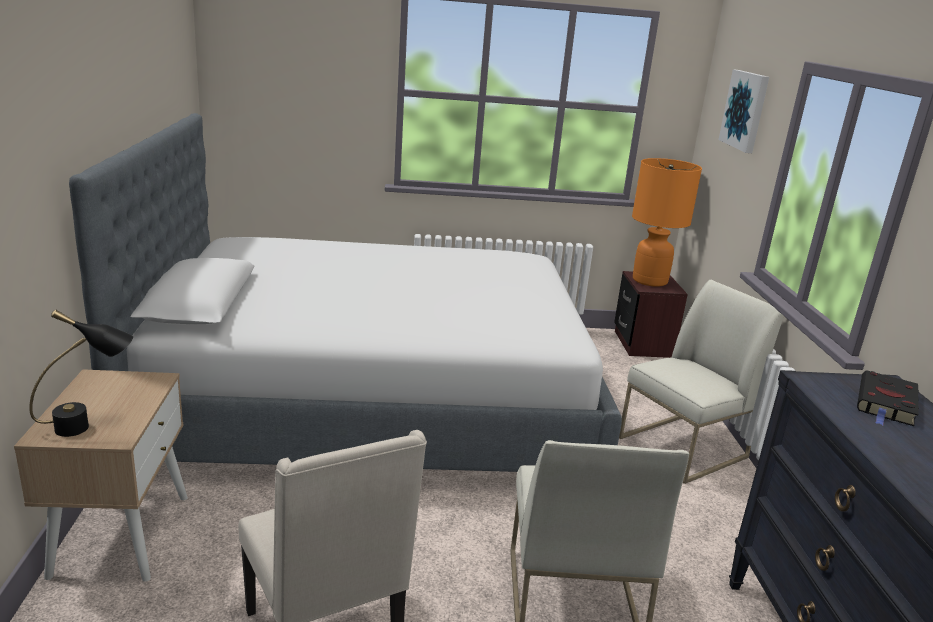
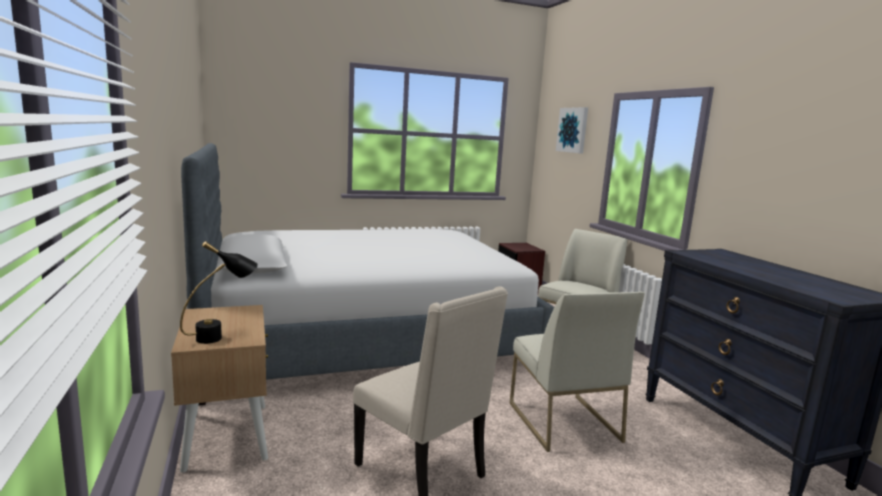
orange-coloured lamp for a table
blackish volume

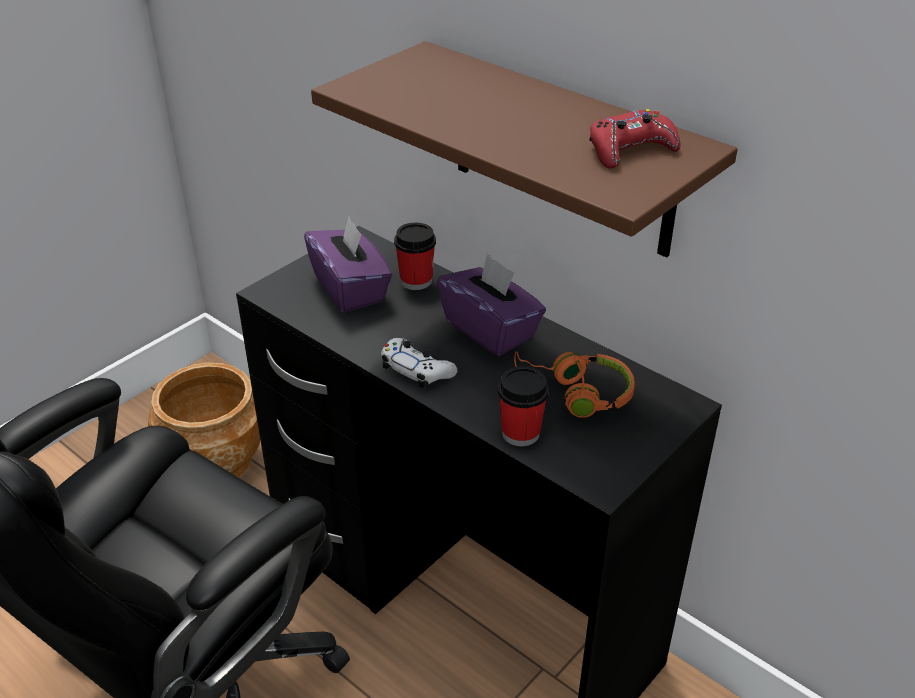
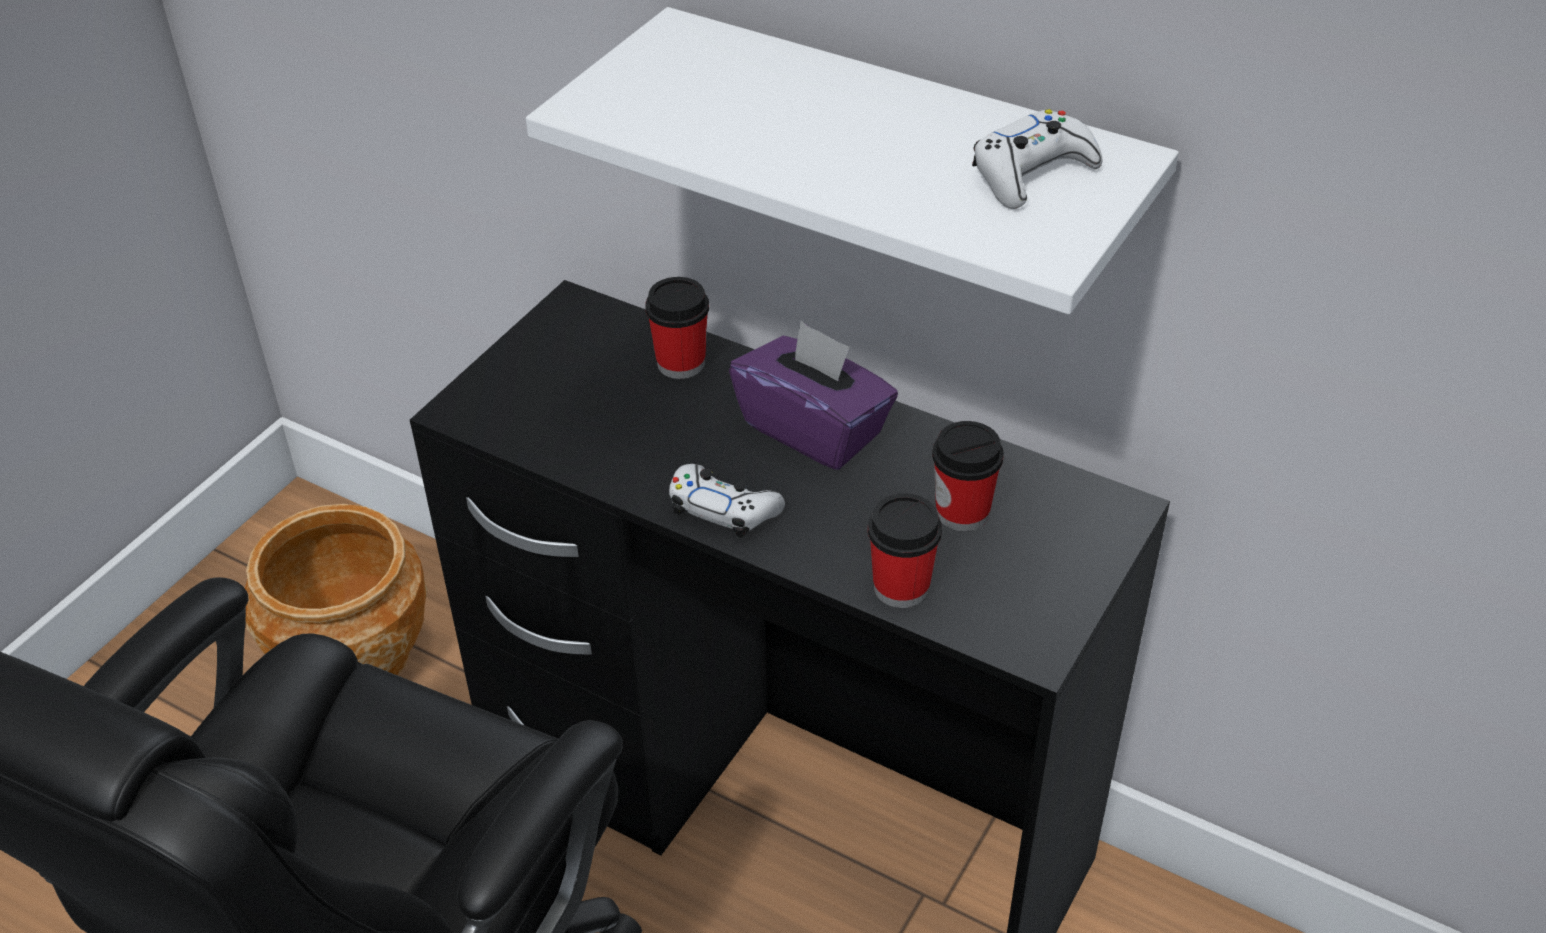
purplish tissue box (1st from left in the first image)
whitish shelf
small cup (3rd from left)
whitish gamepad (2nd from left)

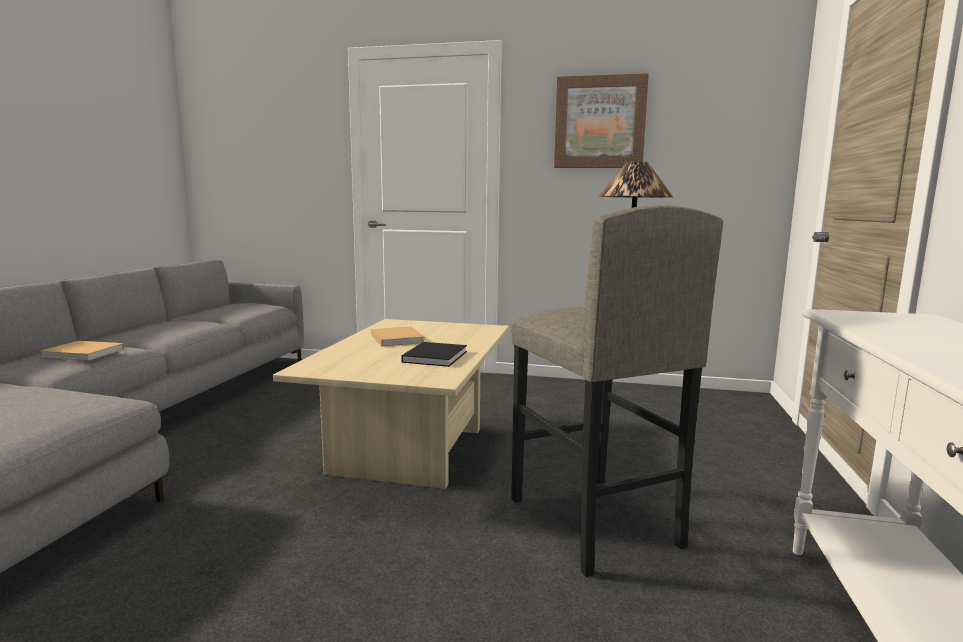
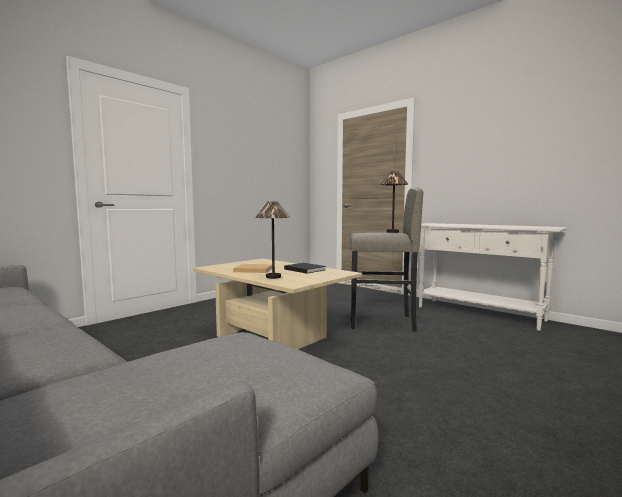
sand-coloured volume (1st from left in the first image)
wall art
lamp for a table (1st from left)

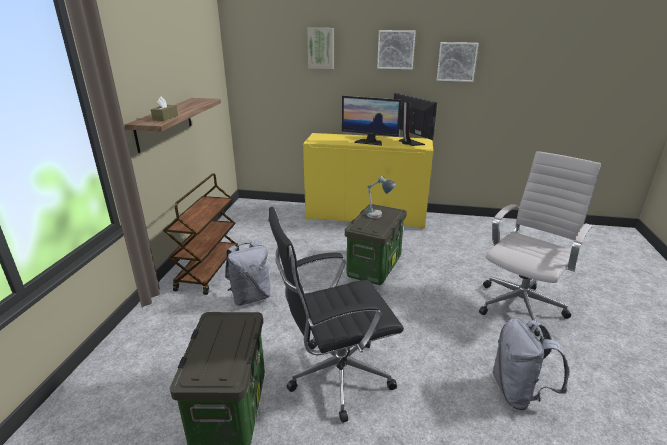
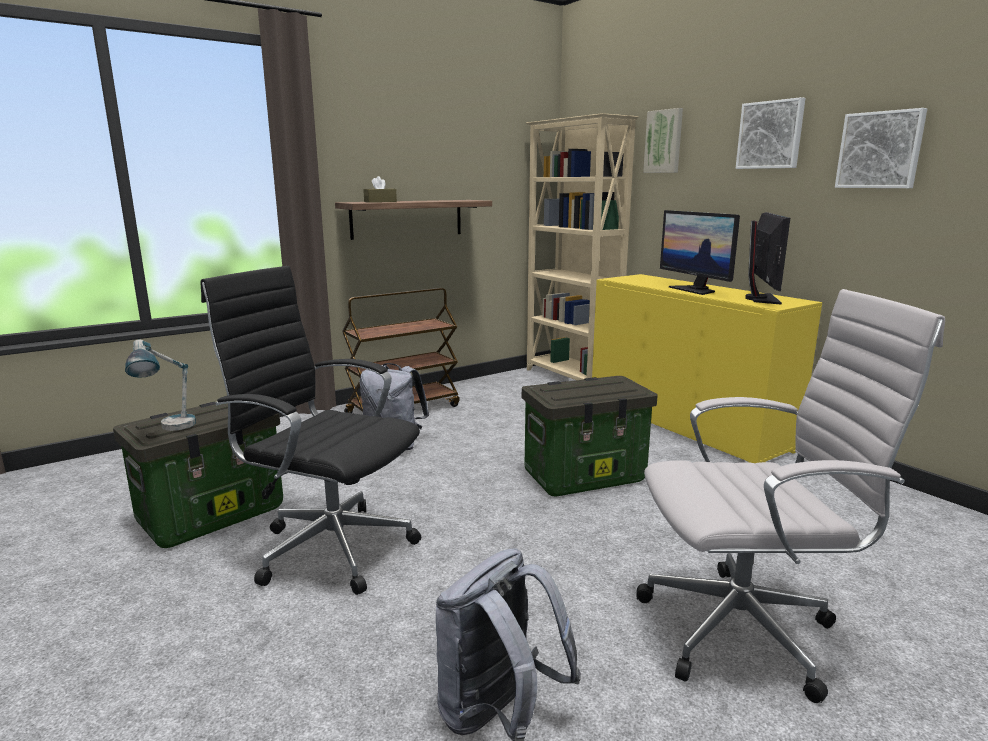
lamp for a table
sand-coloured bookshelf

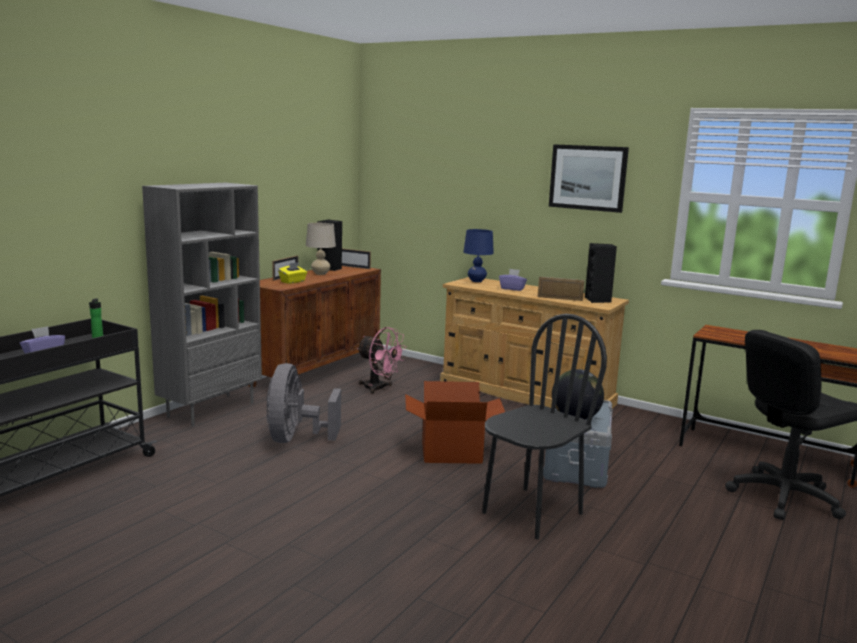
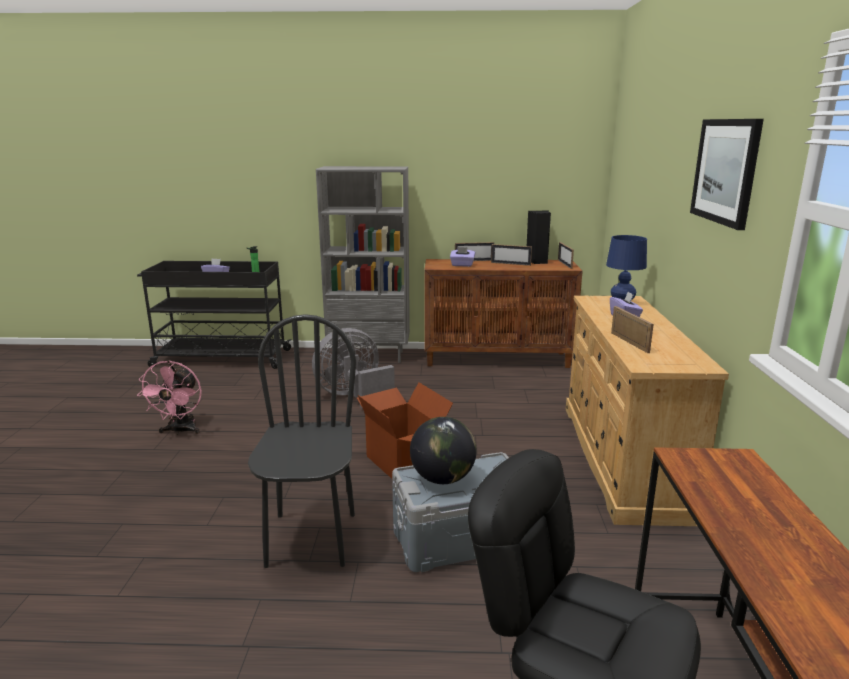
purplish tissue box (2nd from left)
photo frame (2nd from left)
pinkish cooling fan
blackish plain chair
blackish audio speaker (2nd from left in the first image)

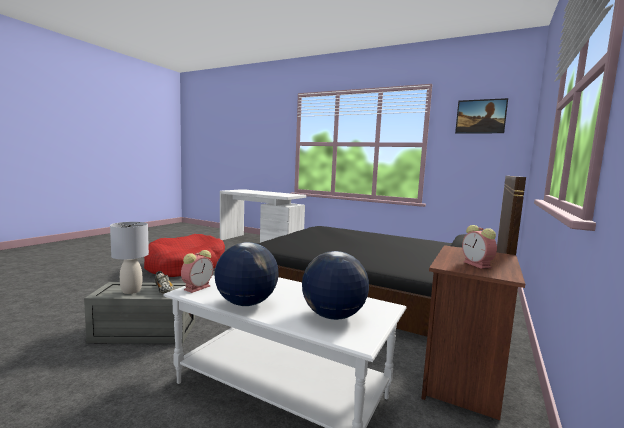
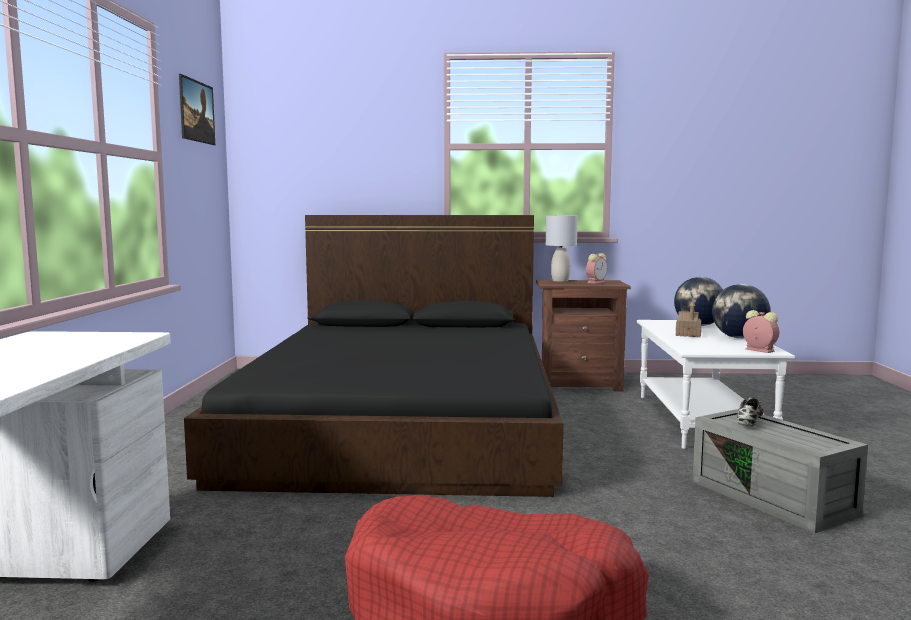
greyish lamp for a table
alarm clock (2nd from left)
model house

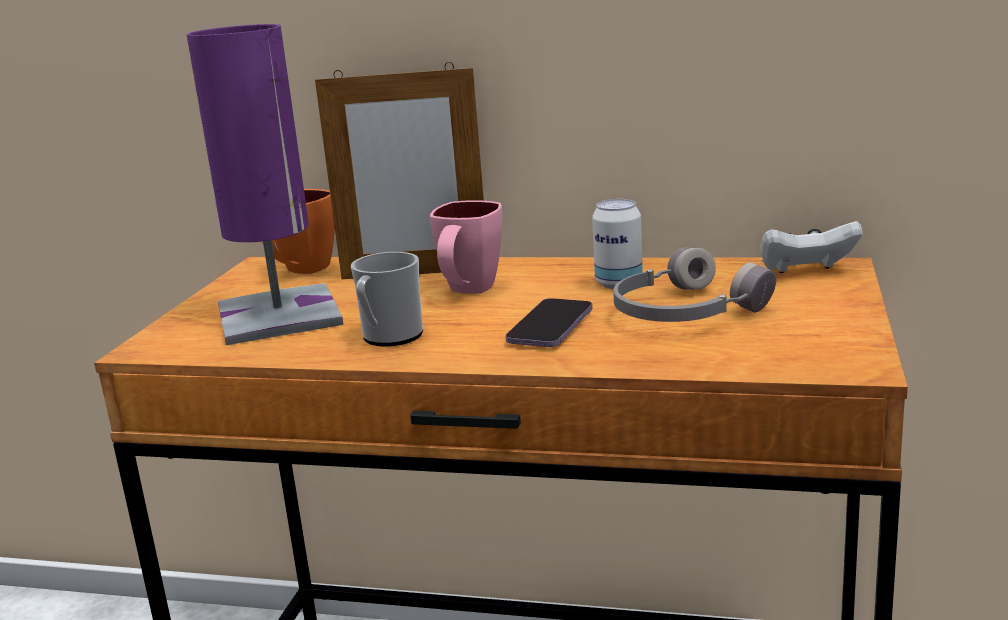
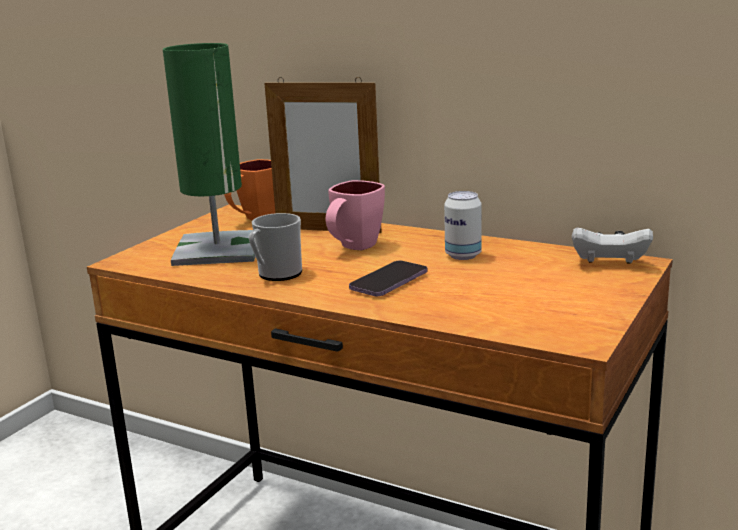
greenish lamp for a table
greyish headphones

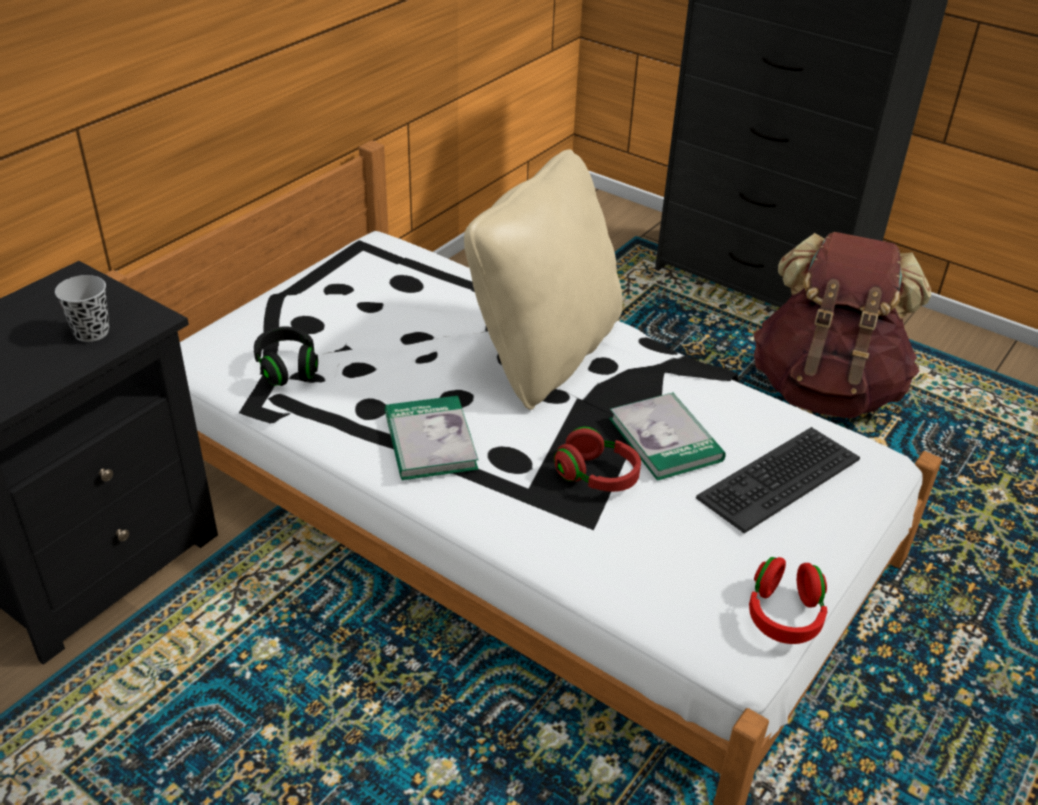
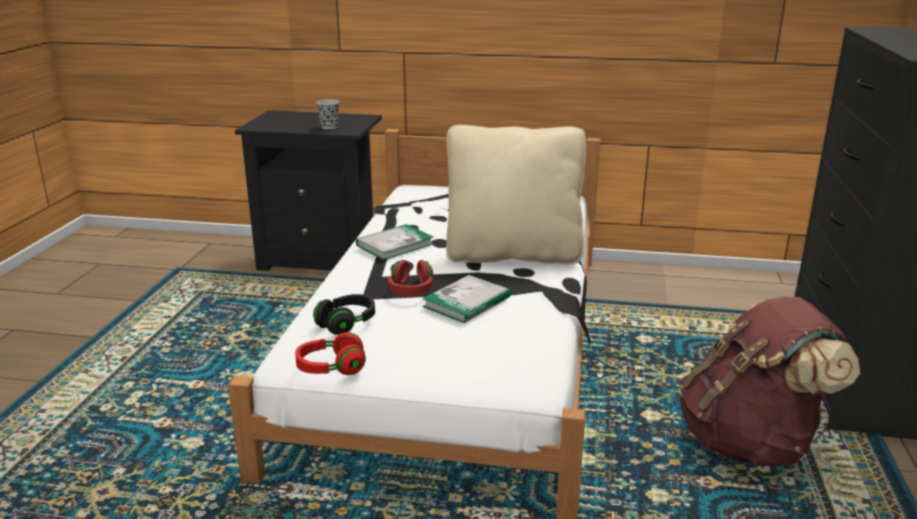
blackish headphones
PC keyboard

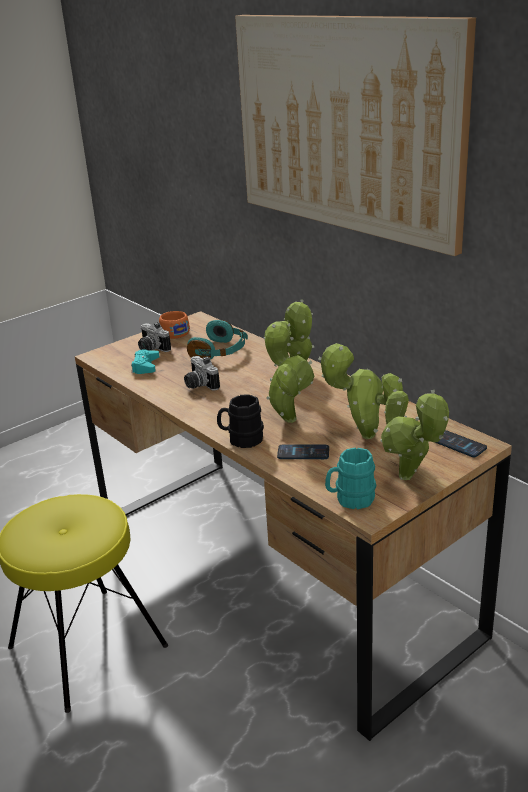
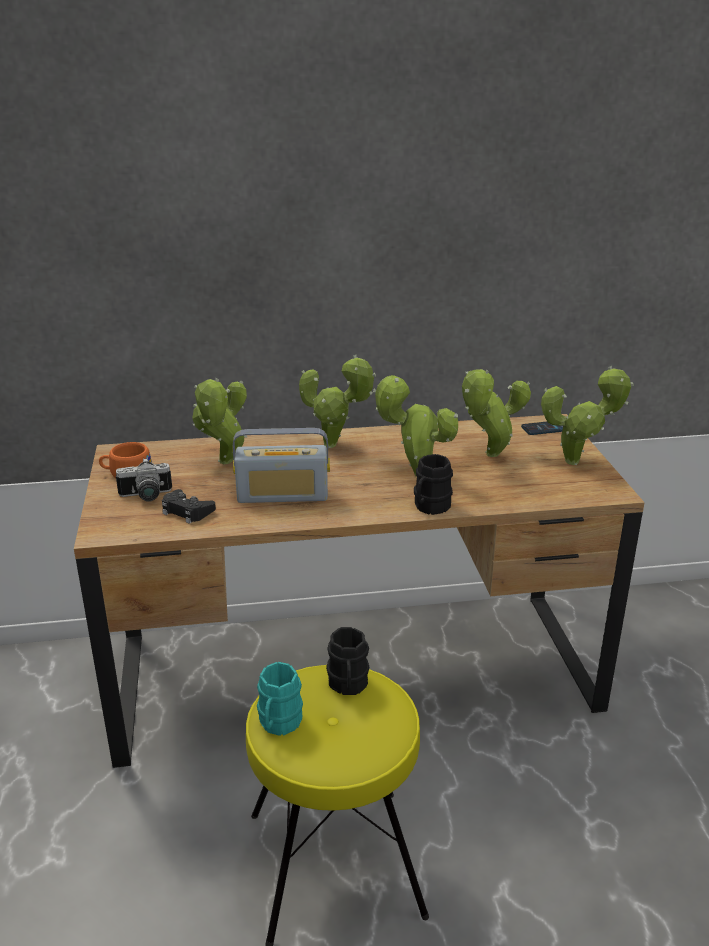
blackish gamepad
radio set
houseplant (1st from left)
wall art
handset (1st from left in the first image)
blue-green mug
blackish mug (1st from left)

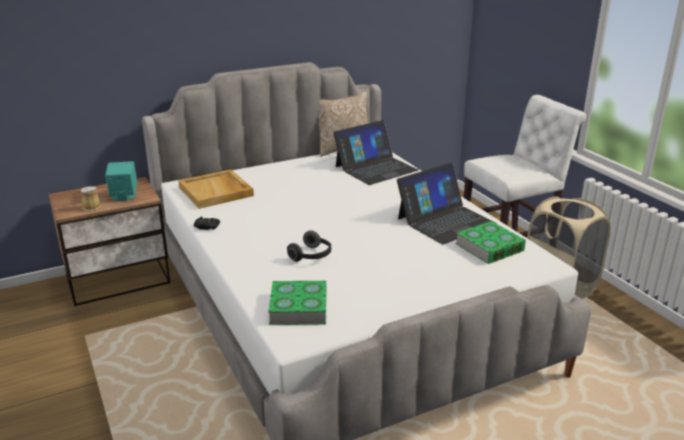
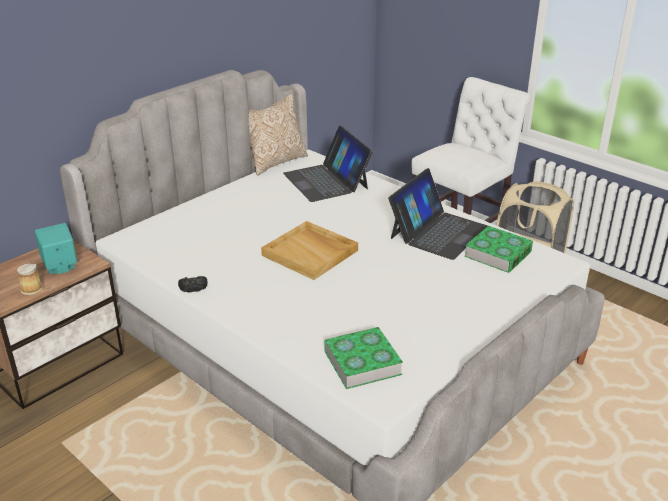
sand-coloured serving tray
headphones
laptop (1st from left)

